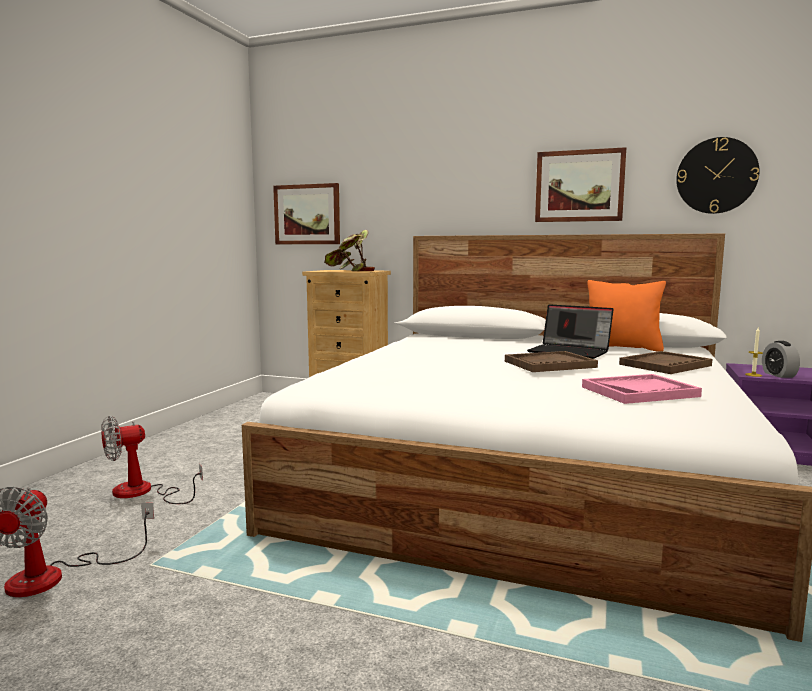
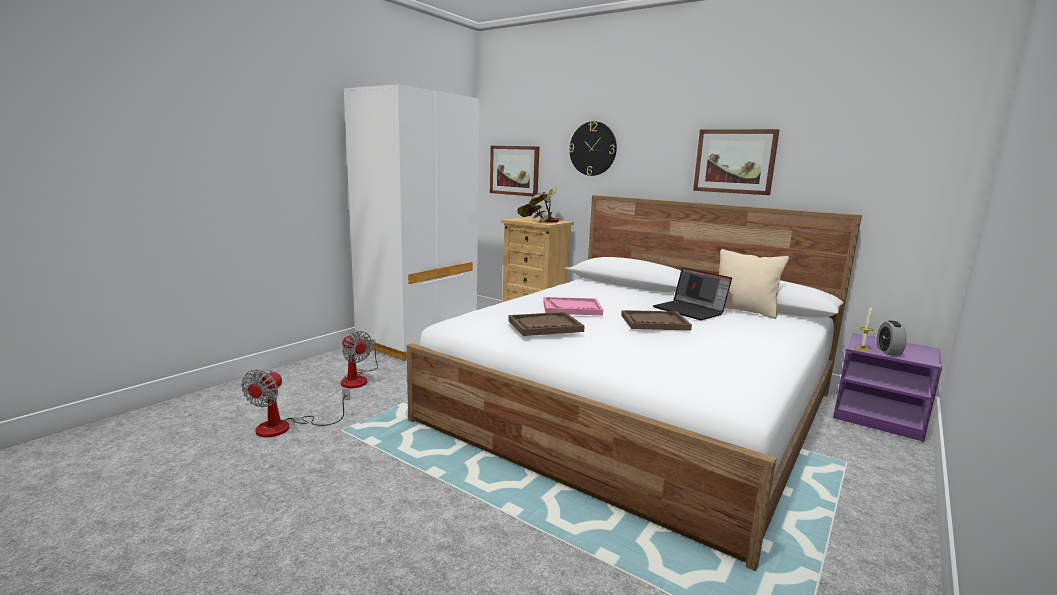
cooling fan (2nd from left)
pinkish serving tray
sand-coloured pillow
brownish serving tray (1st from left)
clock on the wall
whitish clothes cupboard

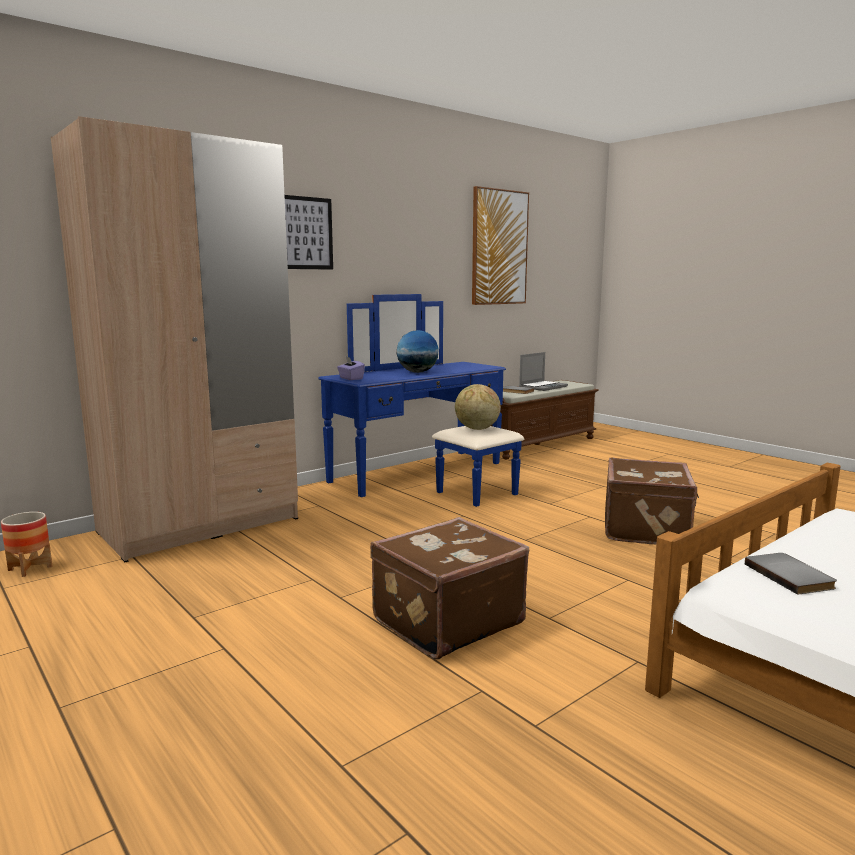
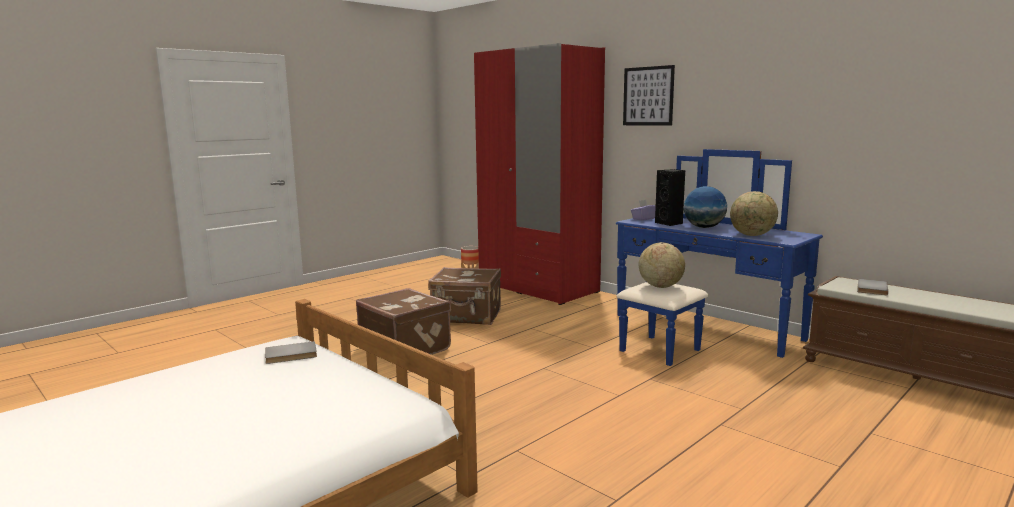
red clothes cupboard
wall art (2nd from left in the first image)
laptop
brownish piece of luggage (2nd from left)
blackish audio speaker
world globe (3rd from left)

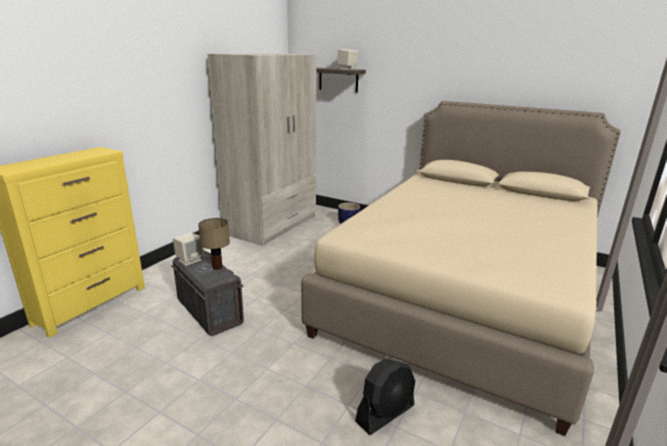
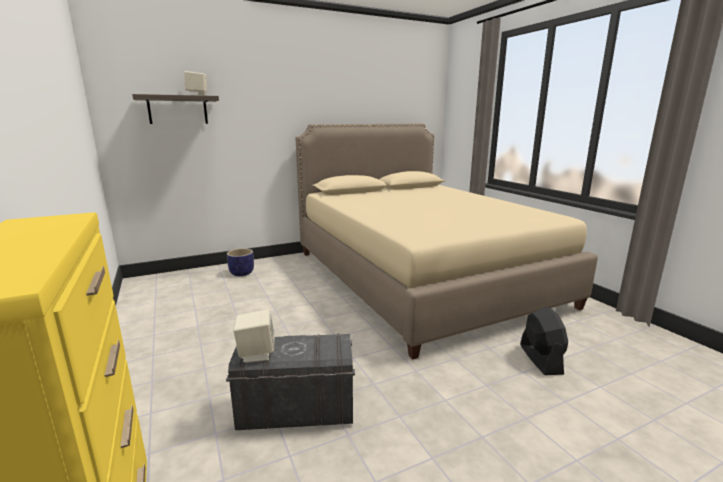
lamp for a table
sand-coloured clothes cupboard

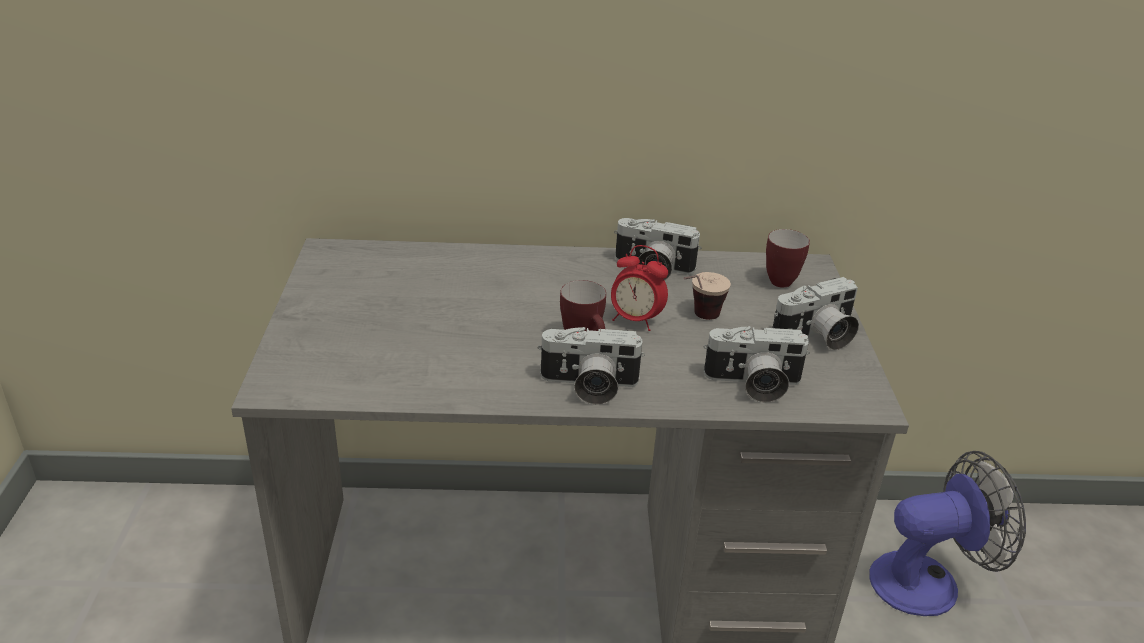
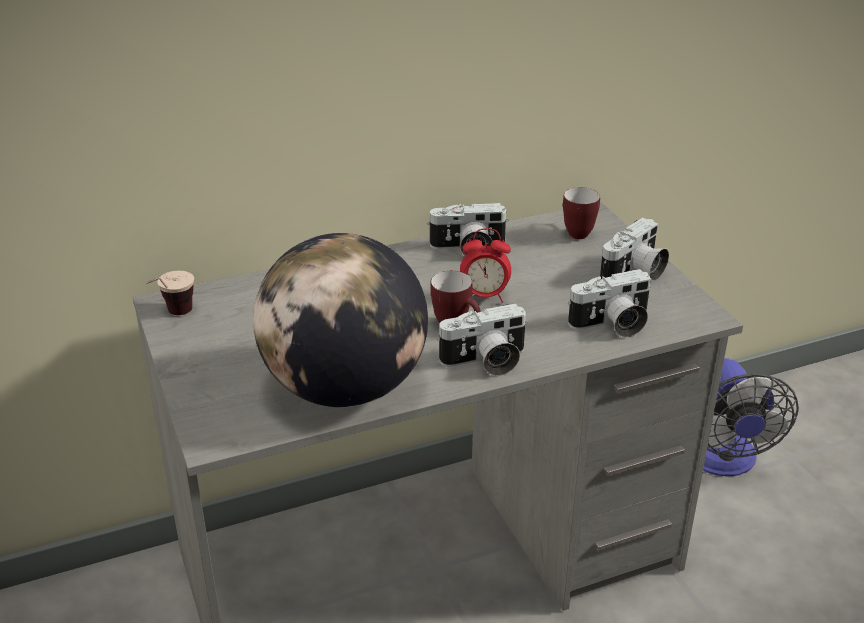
small cup
cooling fan
world globe

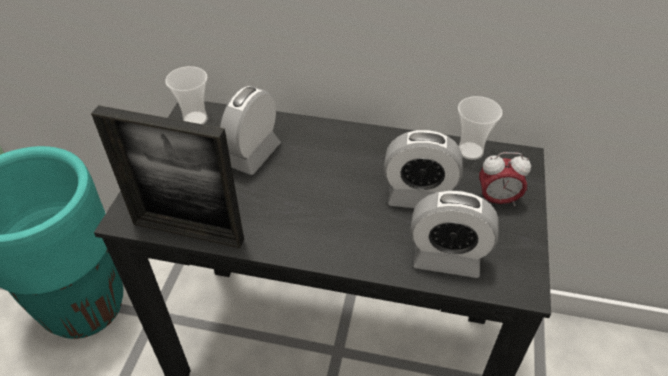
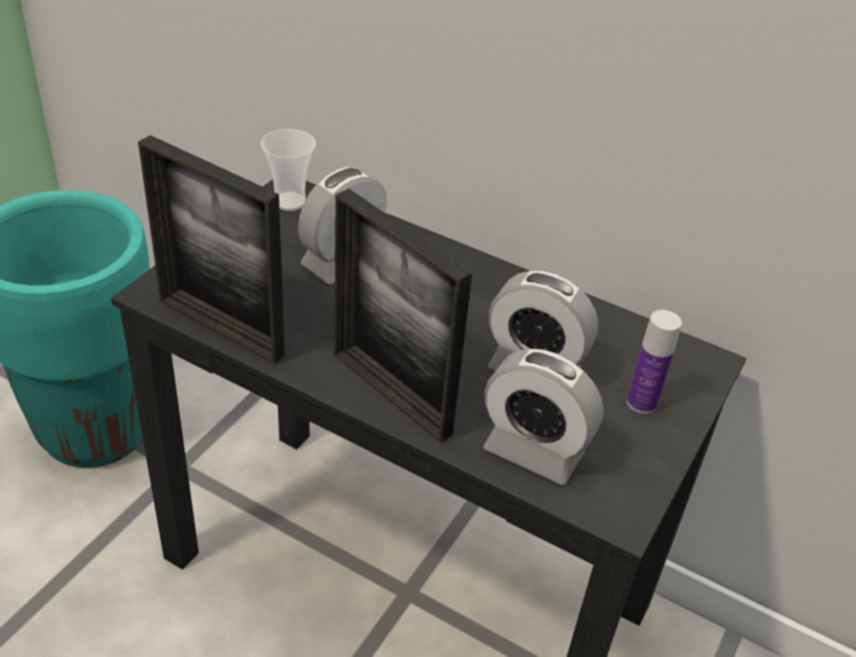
small cup (2nd from left in the first image)
drink bottle
photo frame (2nd from left)

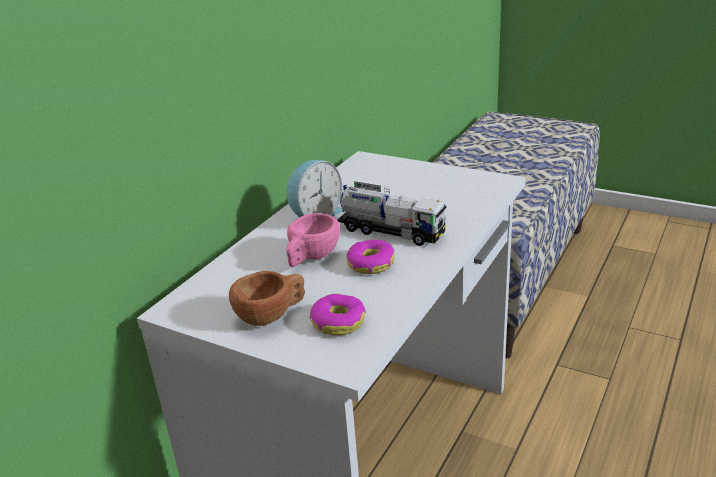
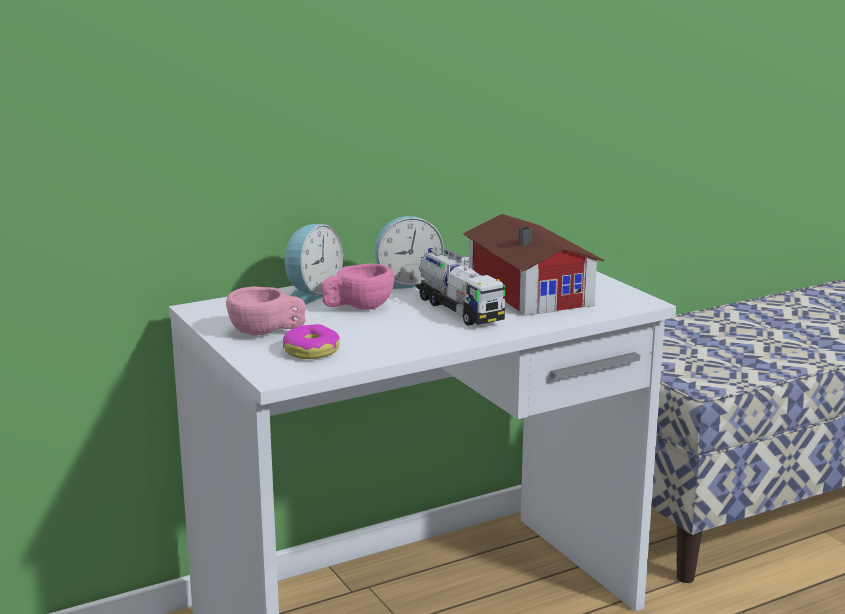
pinkish small cup (1st from left)
ring doughnut (2nd from left in the first image)
alarm clock (1st from left)
model house

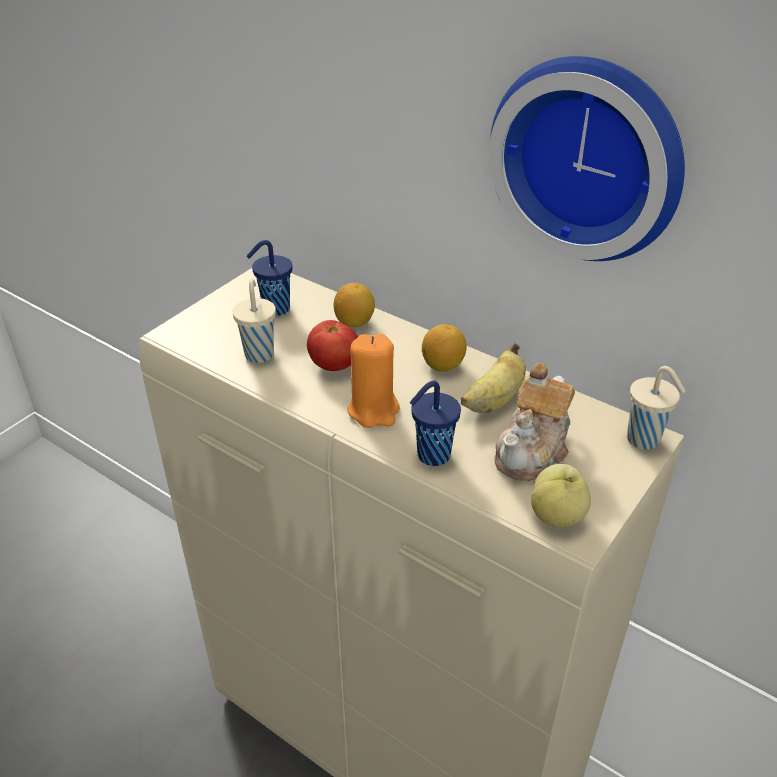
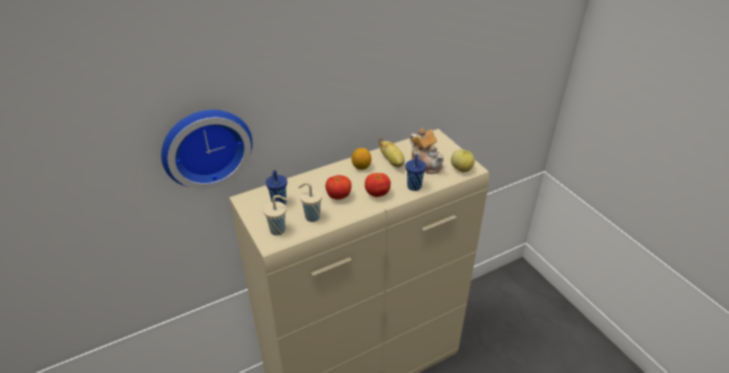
whole lemon (1st from left in the first image)
tomato (2nd from left)
clock on the wall
sand-coloured small cup (1st from left)

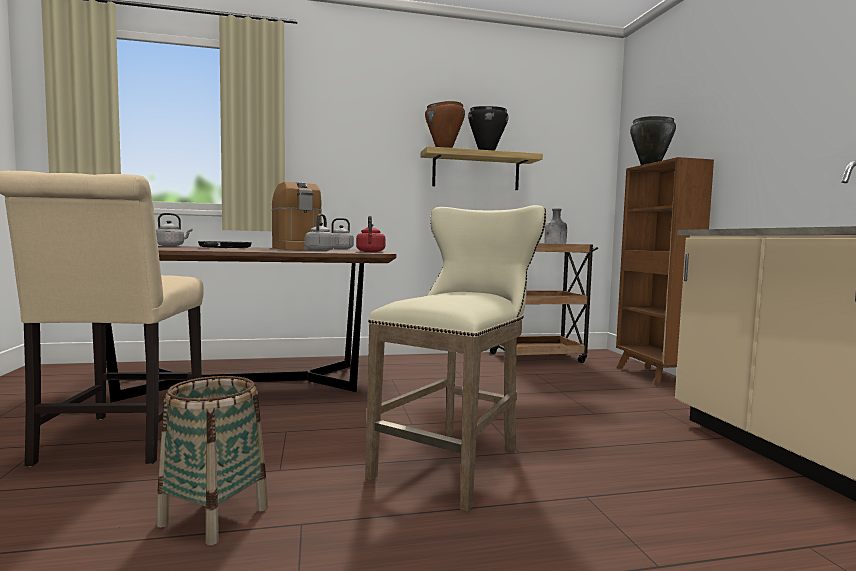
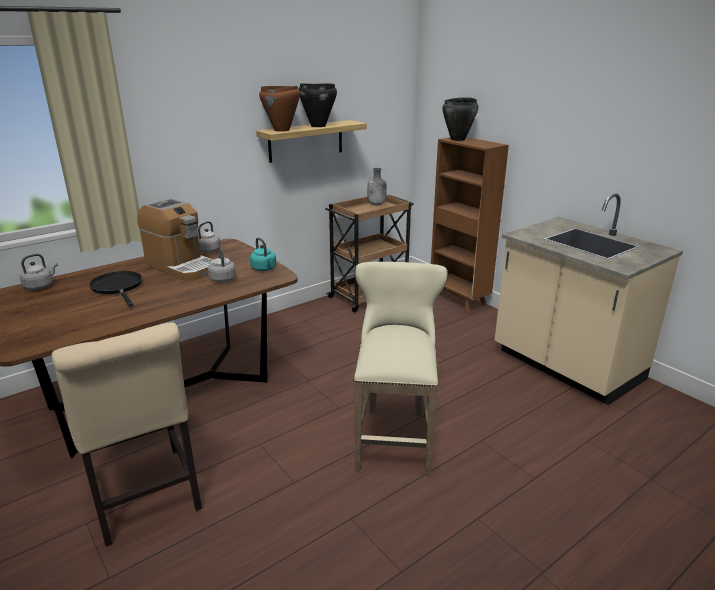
storage basket
blue-green kettle

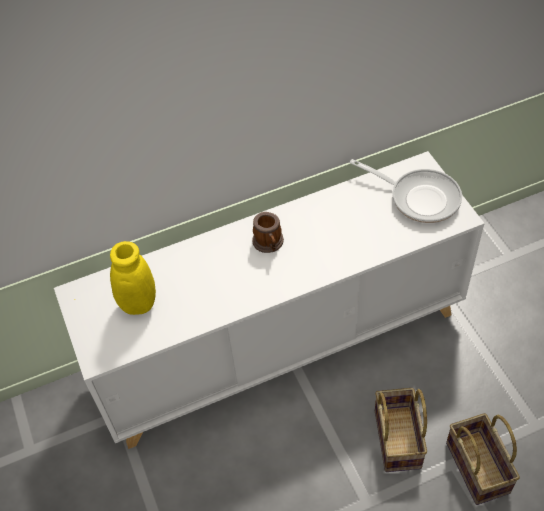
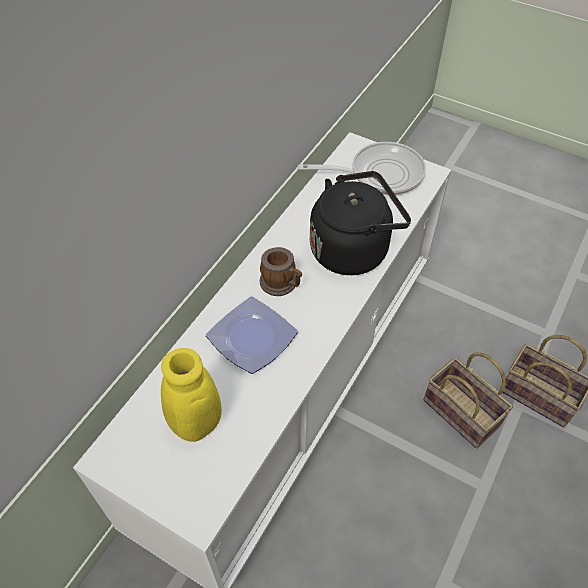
plate
blackish kettle

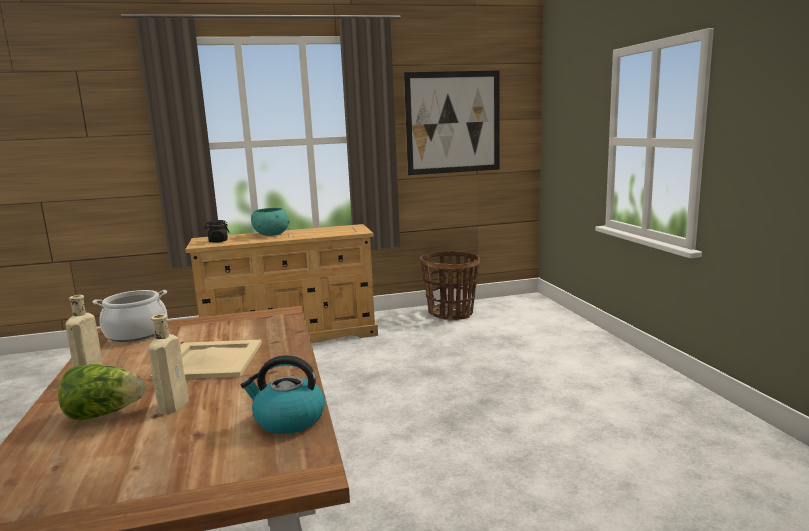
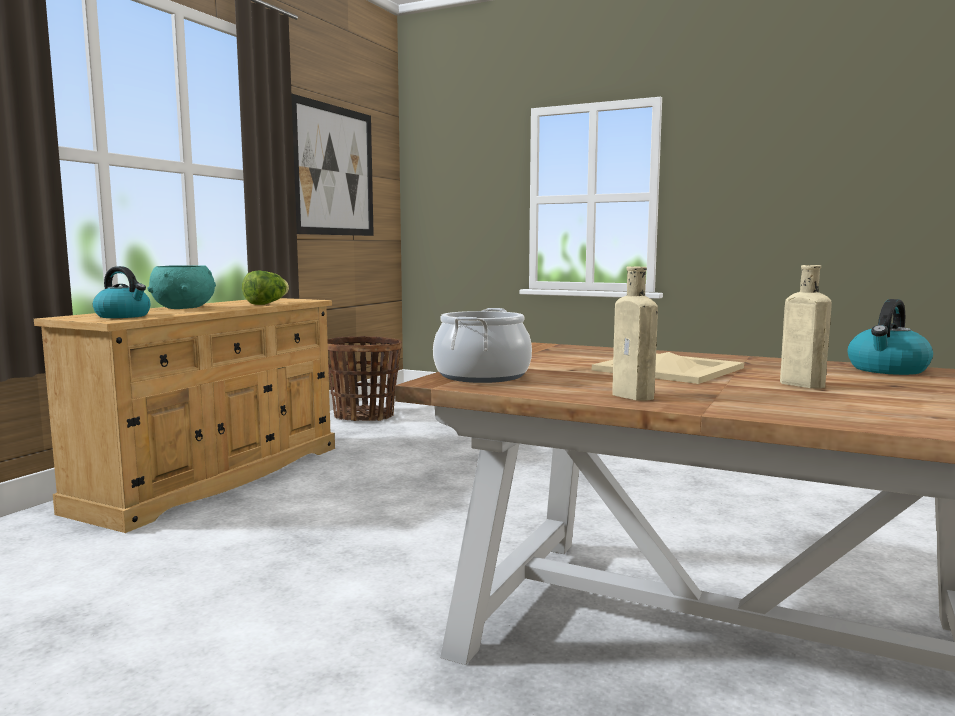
head of lettuce
kettle (1st from left)

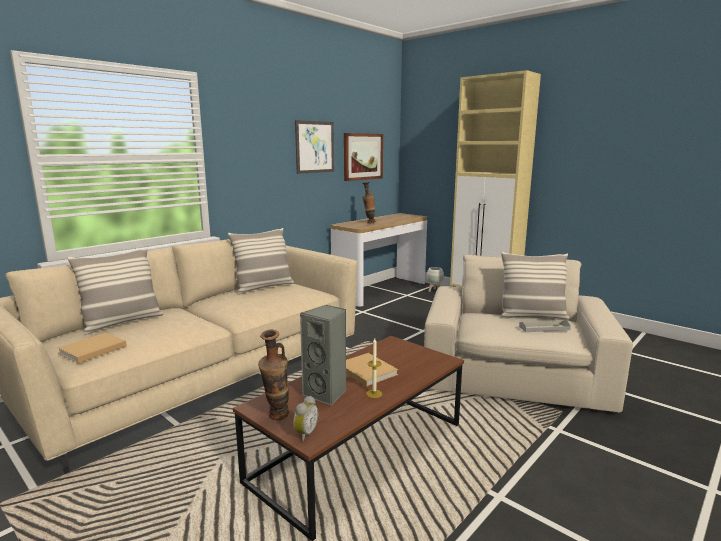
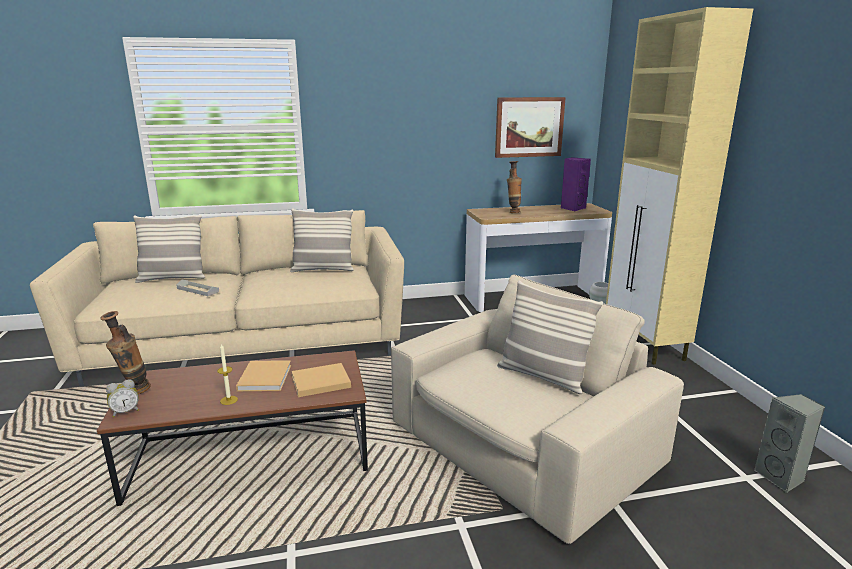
sand-coloured volume (2nd from left)
wall art (1st from left in the first image)
greyish audio speaker
greyish serving tray
purplish audio speaker

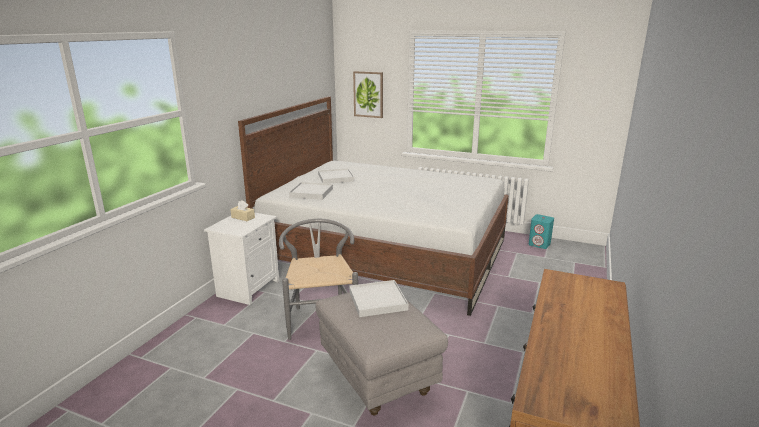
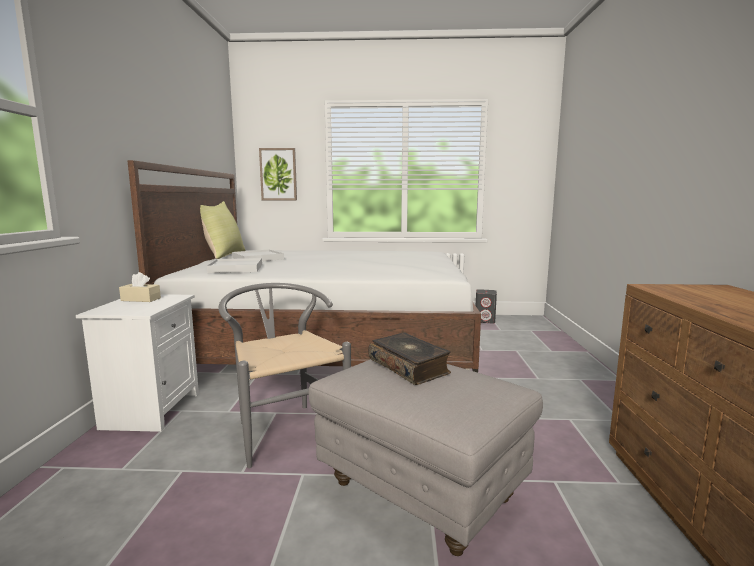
volume
greyish audio speaker
yellow pillow

